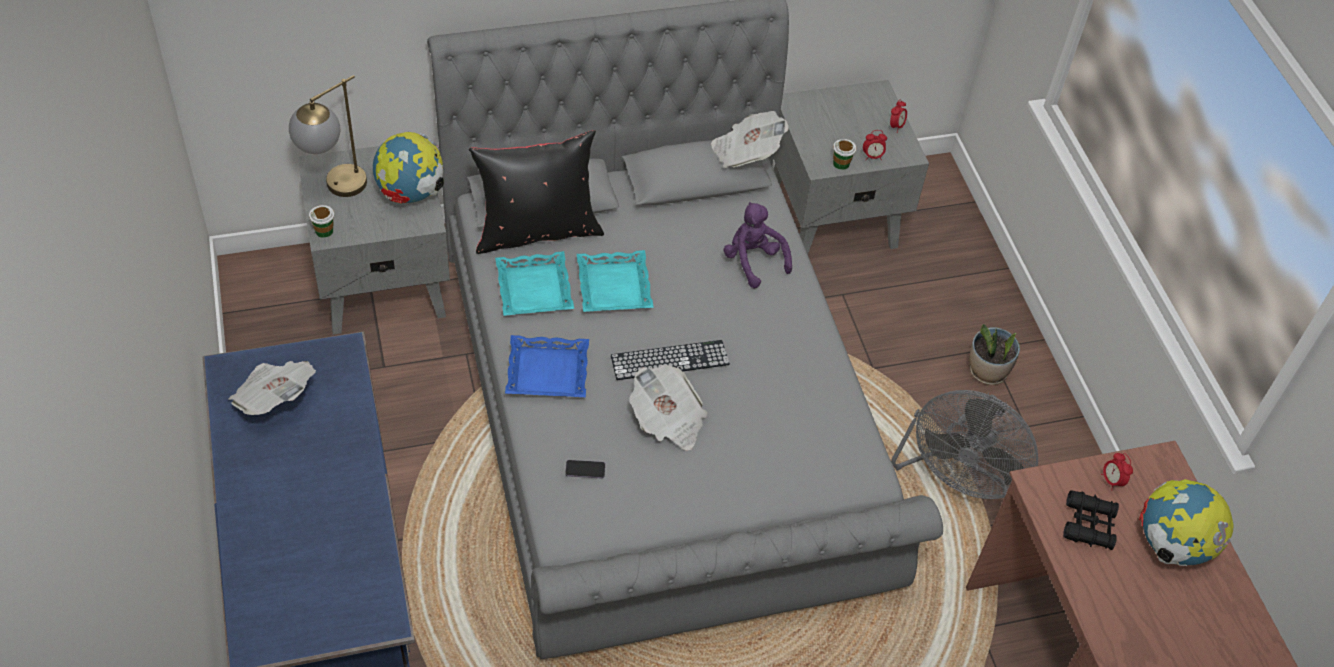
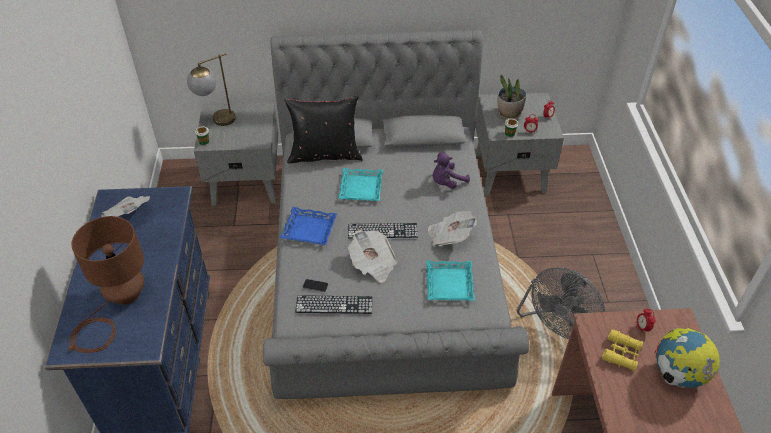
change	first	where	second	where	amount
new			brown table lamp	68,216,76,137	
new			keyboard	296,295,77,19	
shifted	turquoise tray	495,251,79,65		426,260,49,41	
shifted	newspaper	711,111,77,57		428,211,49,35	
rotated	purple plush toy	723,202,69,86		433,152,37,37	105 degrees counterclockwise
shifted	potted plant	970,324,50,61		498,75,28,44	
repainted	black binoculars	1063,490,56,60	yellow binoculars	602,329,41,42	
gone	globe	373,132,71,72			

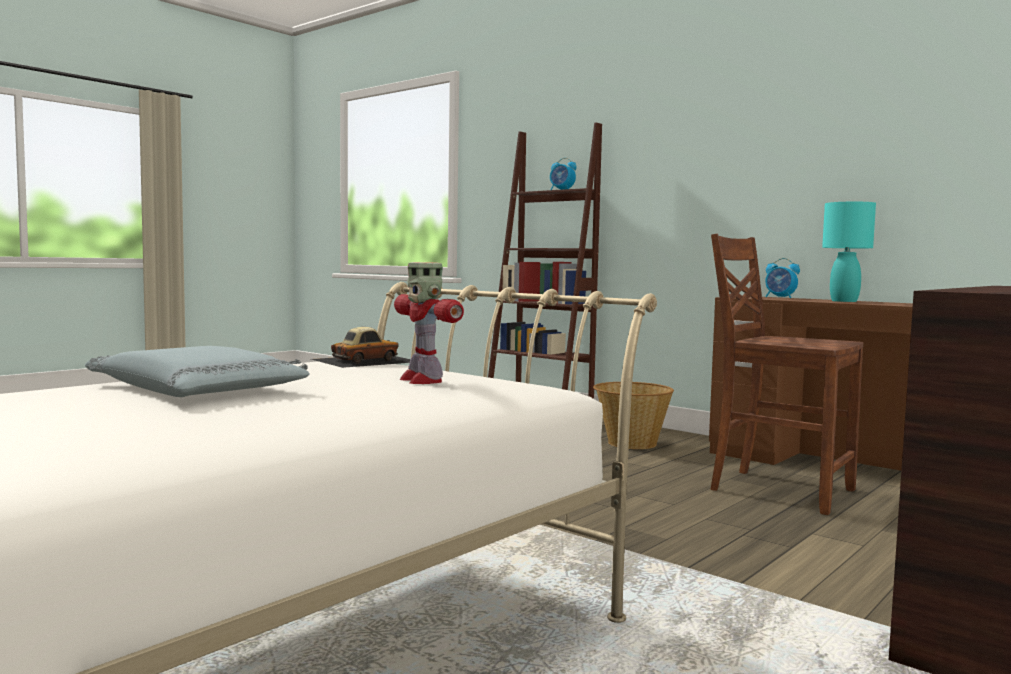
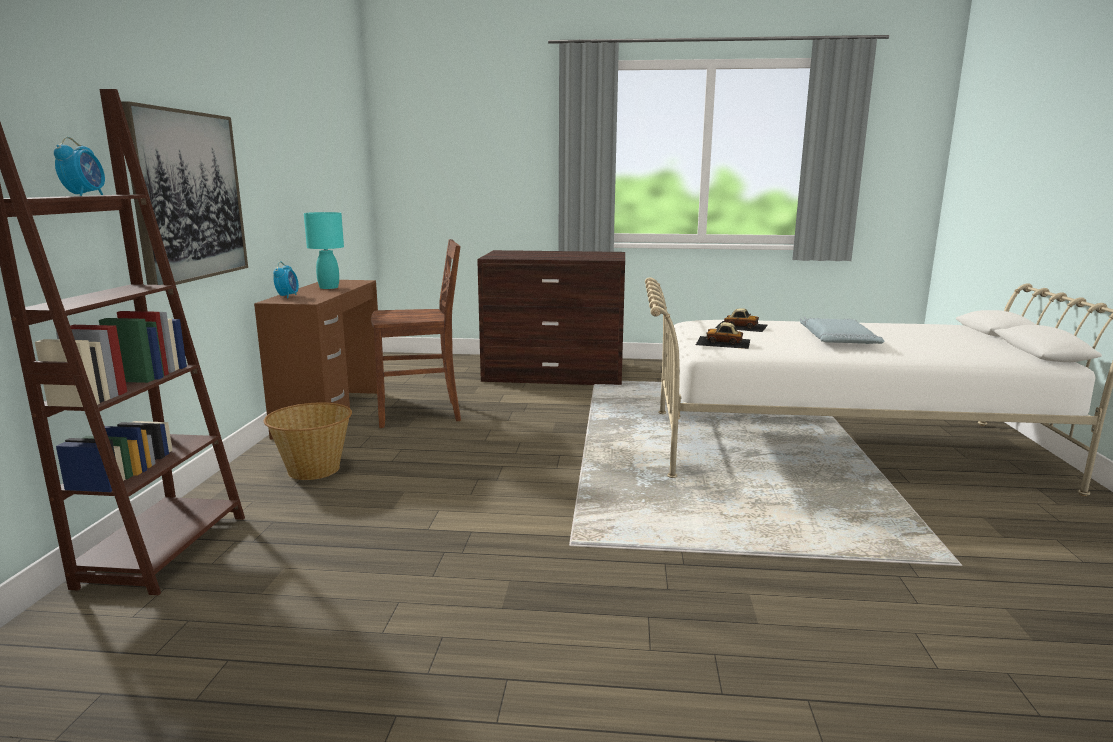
change	first	where	second	where	amount
new			picture	121,101,127,184	
rotated	brown chair	710,234,153,281		371,239,90,189	105 degrees counterclockwise
swapped	toy robot	394,262,70,122	toy car	715,308,53,24	

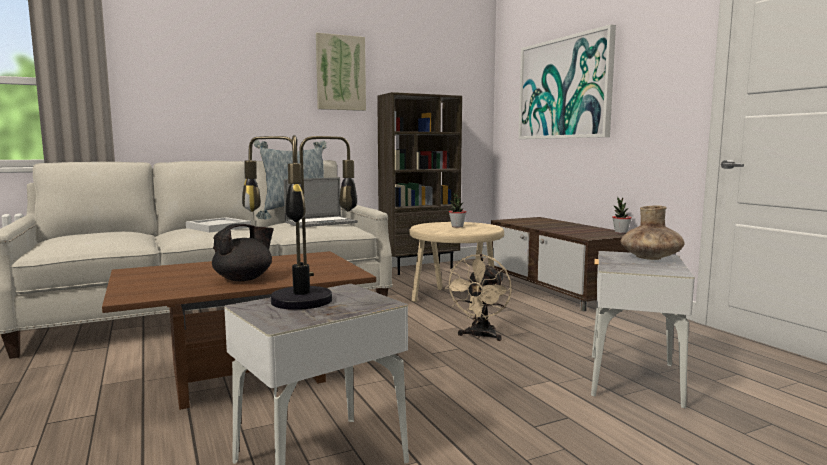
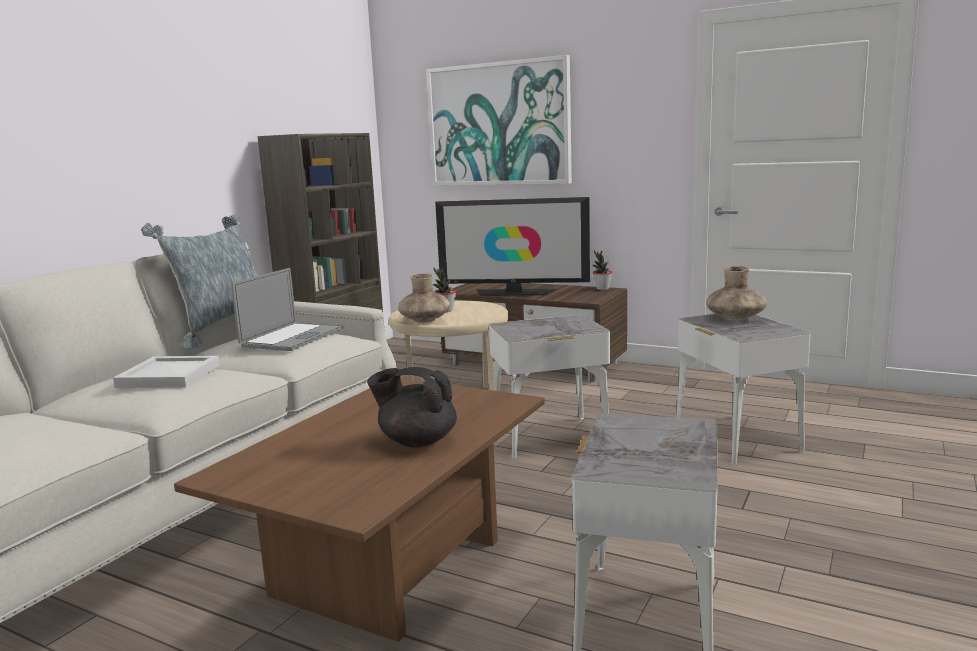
change	first	where	second	where	amount
rotated	black teapot	212,224,62,57		367,367,90,81	90 degrees counterclockwise
new			brown vase	398,273,52,50	
new			television	435,197,155,99	
swapped	beige fan	445,254,67,87	side table	489,315,121,143	
gone	table lamp	242,135,115,175			
gone	picture	316,33,50,78			

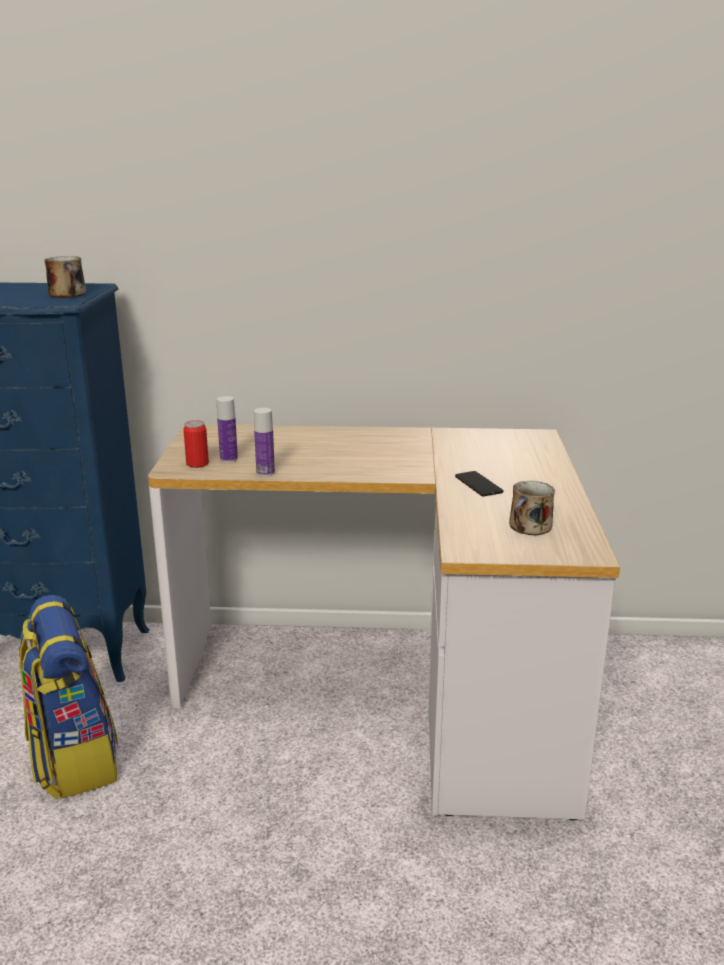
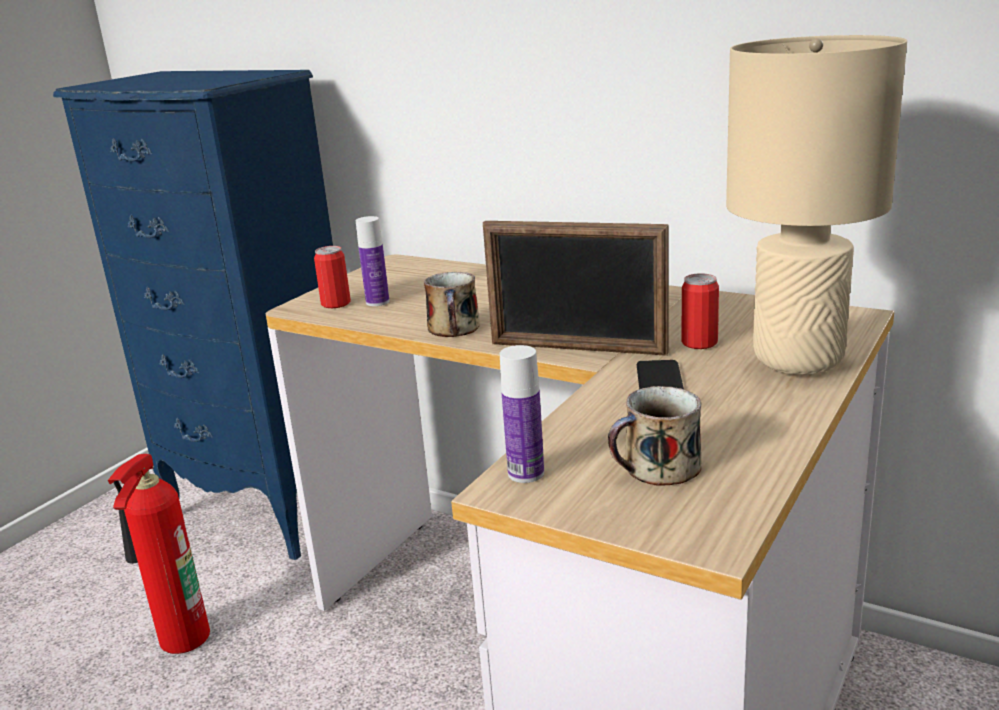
change	first	where	second	where	amount
swapped	backpack	19,595,99,204	fire extinguisher	108,454,102,200	
shifted	mug	44,256,42,42		424,272,56,65	
new			picture frame	483,221,186,135	
shifted	bottle	254,408,21,69		500,345,44,138	
new			can	681,273,38,76	
new			beige table lamp	726,35,181,340	

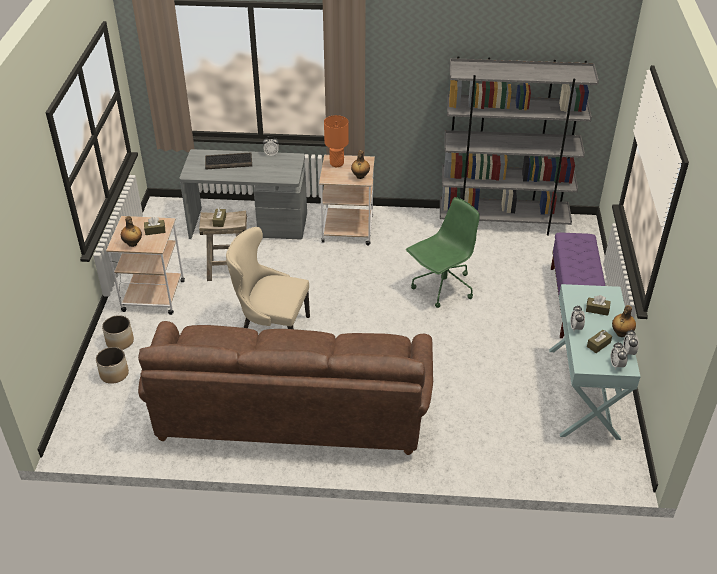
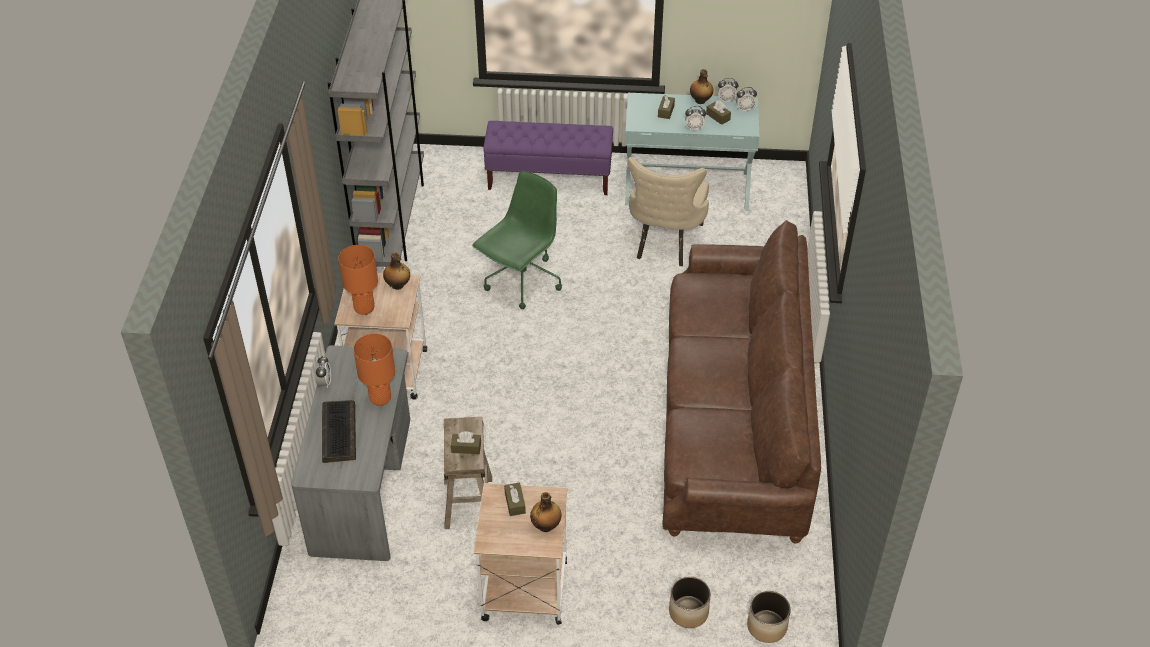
change	first	where	second	where	amount
new			orange table lamp	353,334,42,72	
rotated	green office chair	406,197,74,111		472,171,90,138	75 degrees clockwise
shifted	beige chair	226,227,84,102		628,157,81,109	
shifted	planter	102,315,32,35		747,591,44,52	

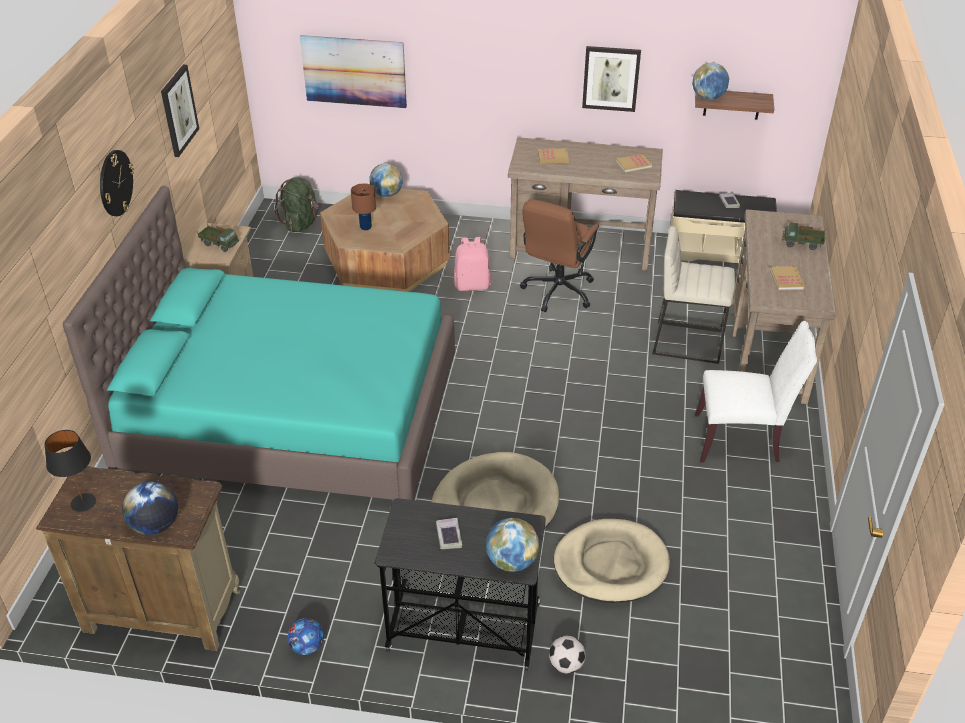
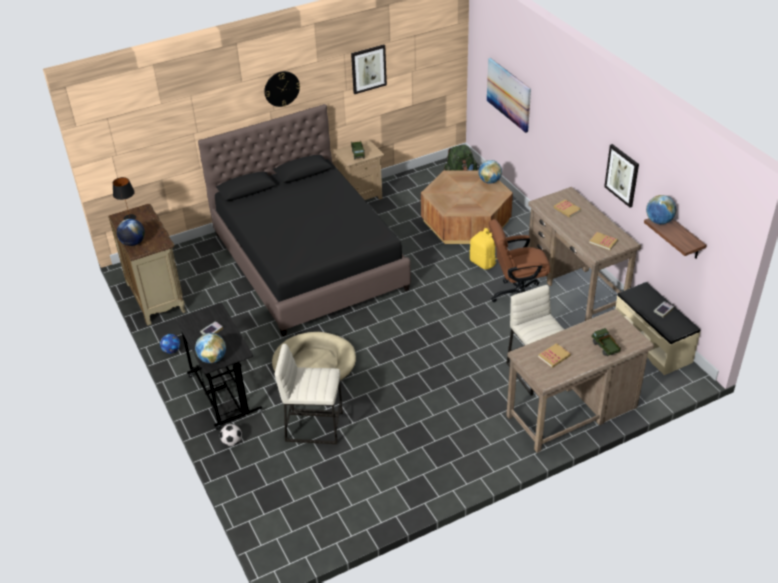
change	first	where	second	where	amount
repainted	turquoise bed	63,186,392,314	black bed	198,104,213,232	
swapped	beige dog bed	554,519,116,84	beige stool	275,344,68,100	
repainted	pink backpack	454,237,37,54	yellow backpack	470,228,27,42	
gone	brown table lamp	351,183,25,47			
gone	white chair	695,321,122,142			

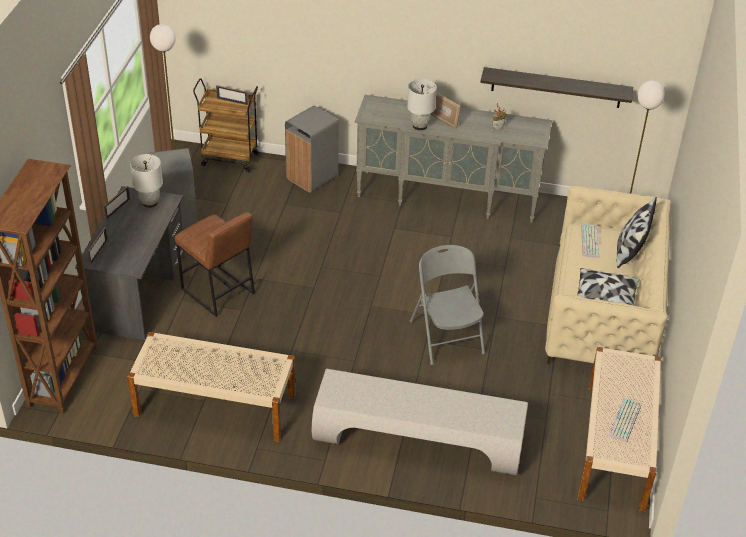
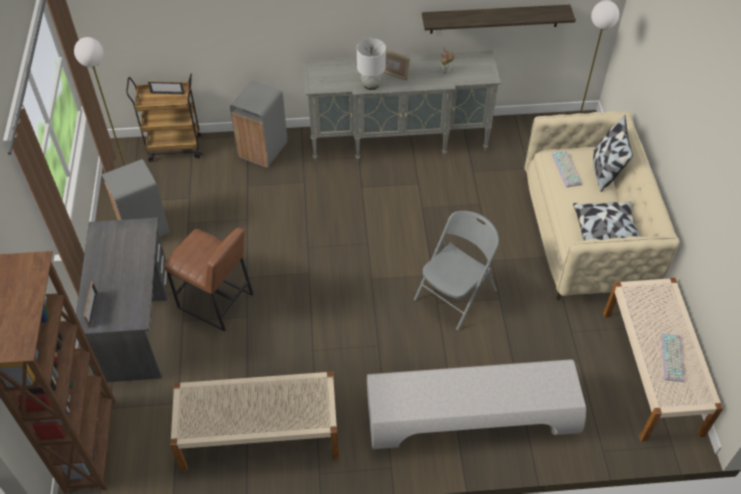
change	first	where	second	where	amount
rotated	grey chair	410,245,75,120		414,211,85,120	75 degrees clockwise
gone	picture frame	104,186,26,34			
gone	white table lamp	130,154,33,54			

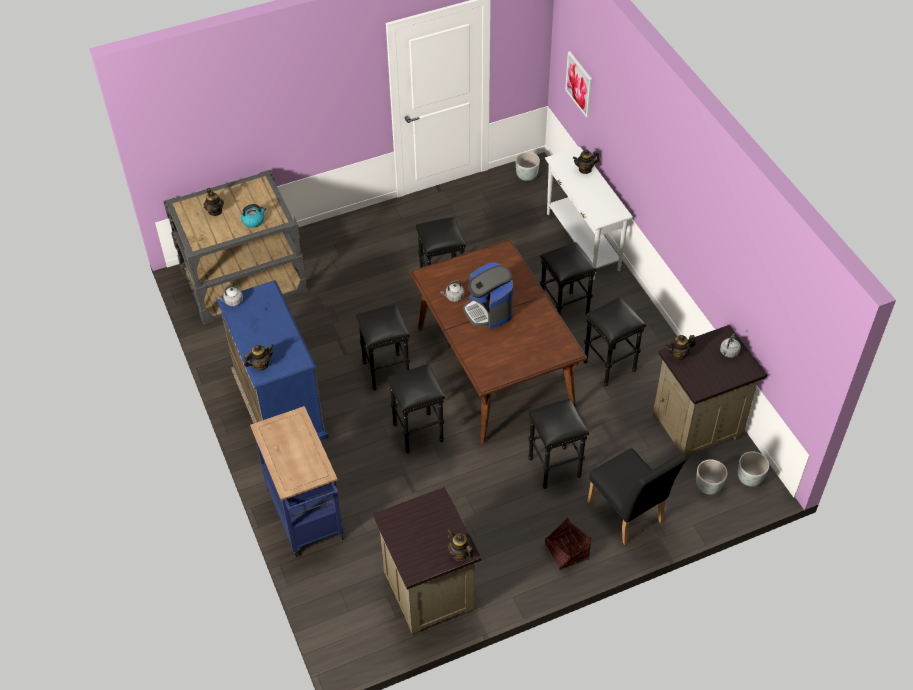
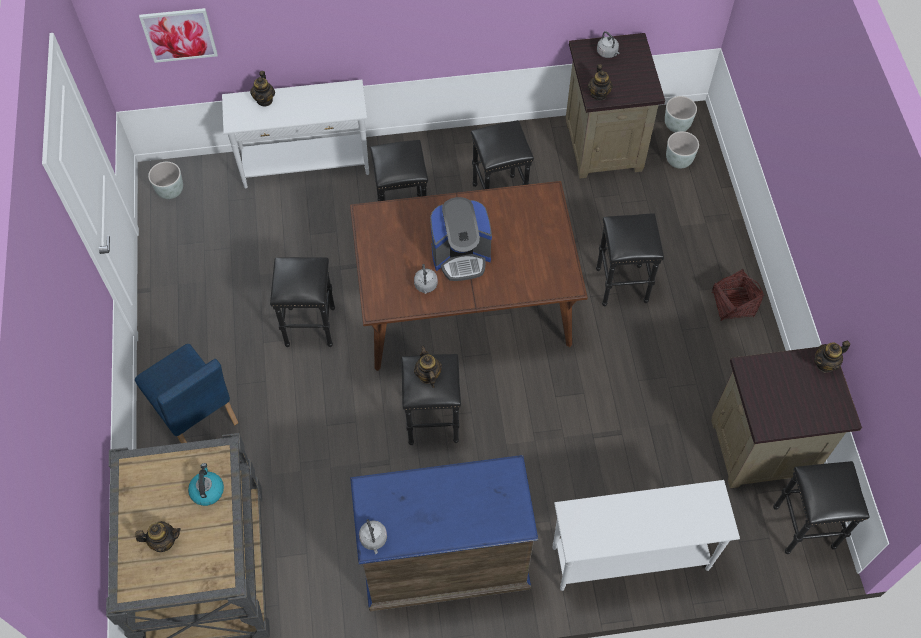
change	first	where	second	where	amount
new			blue chair	135,344,103,99	
shifted	teapot	244,344,30,26		414,346,28,42	
swapped	blue cart	250,406,94,151	white console table	552,480,188,111	
shifted	black stool	387,364,58,89		773,461,97,93	
gone	black chair	587,448,100,97			

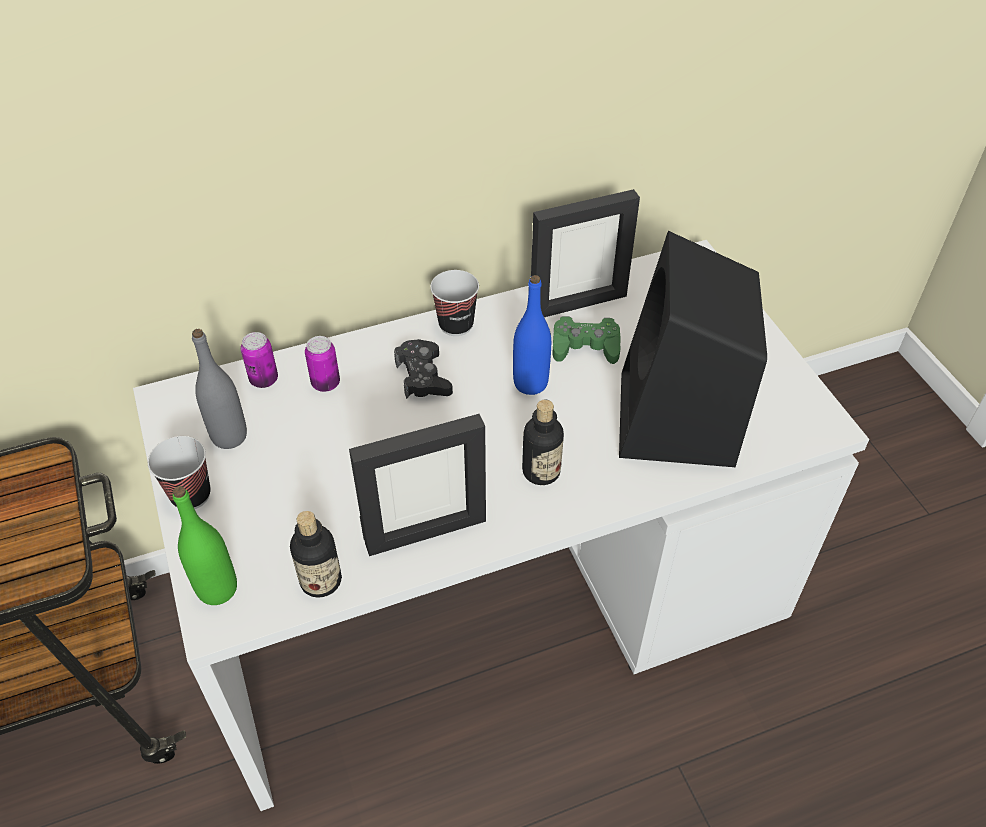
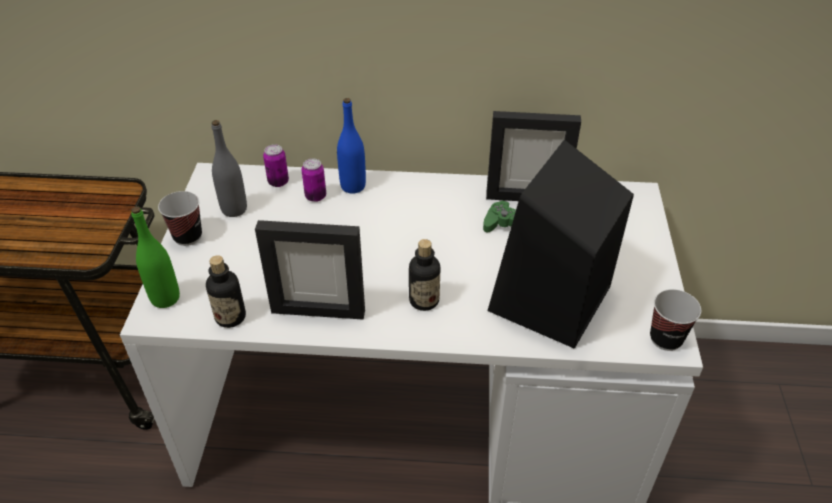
change	first	where	second	where	amount
shifted	blue bottle	513,275,38,120		337,98,29,96	
shifted	cup	430,270,49,66		650,289,51,62	
gone	black game controller	394,339,59,60			

